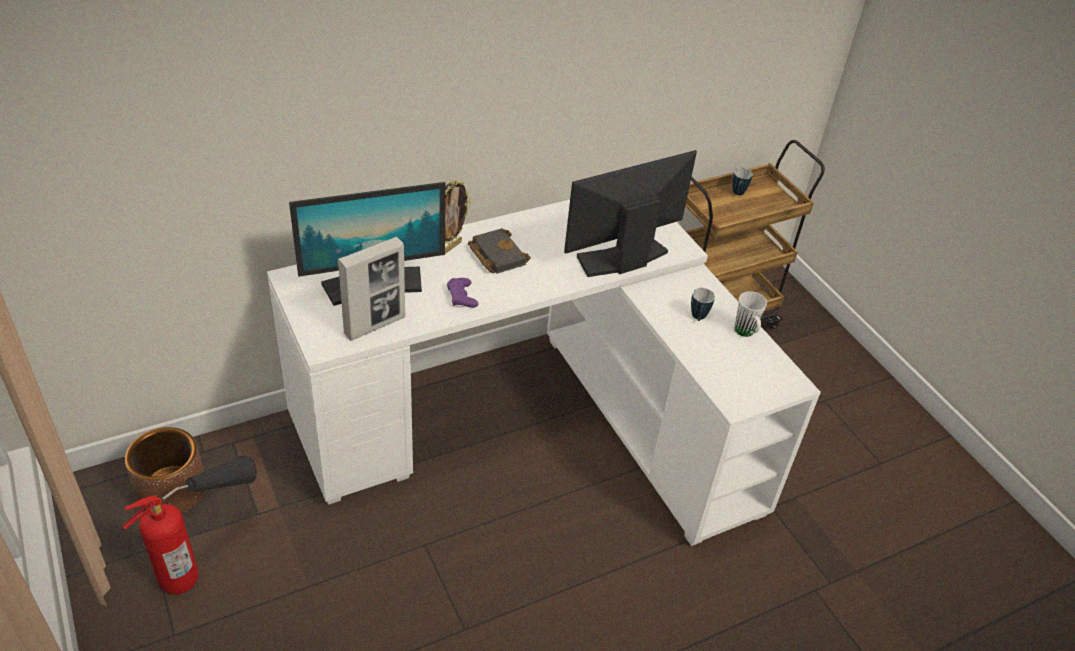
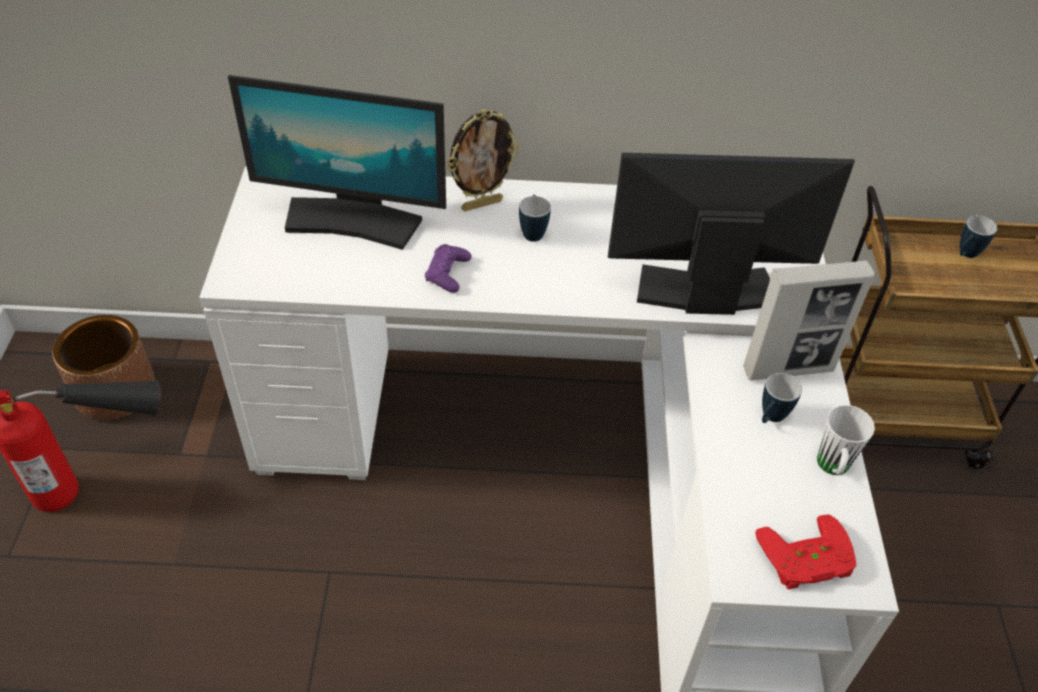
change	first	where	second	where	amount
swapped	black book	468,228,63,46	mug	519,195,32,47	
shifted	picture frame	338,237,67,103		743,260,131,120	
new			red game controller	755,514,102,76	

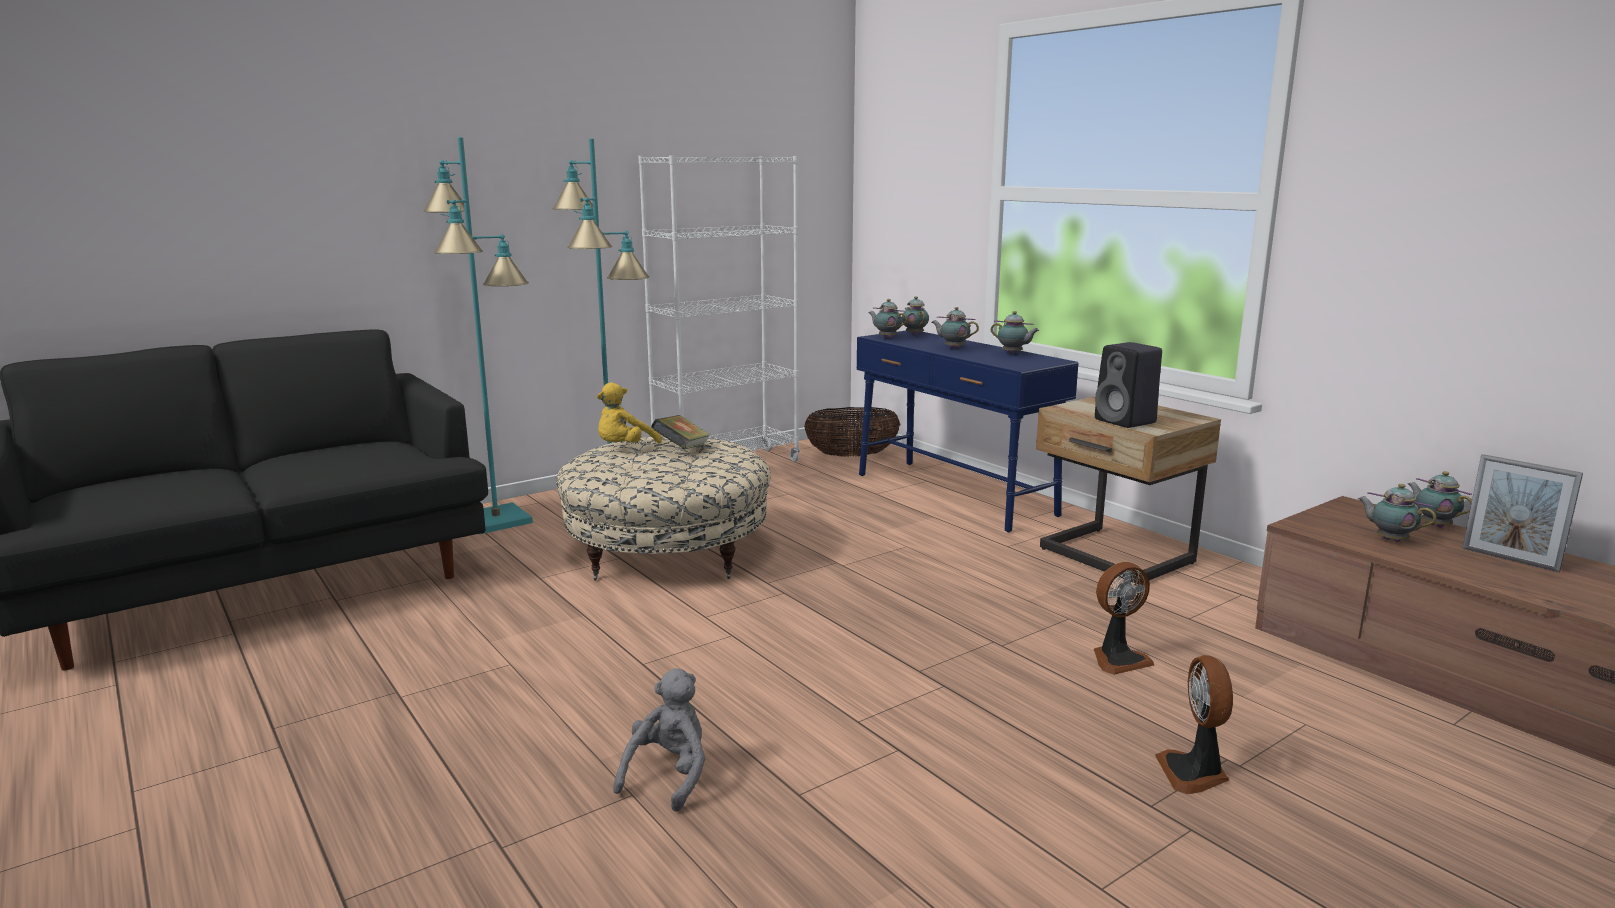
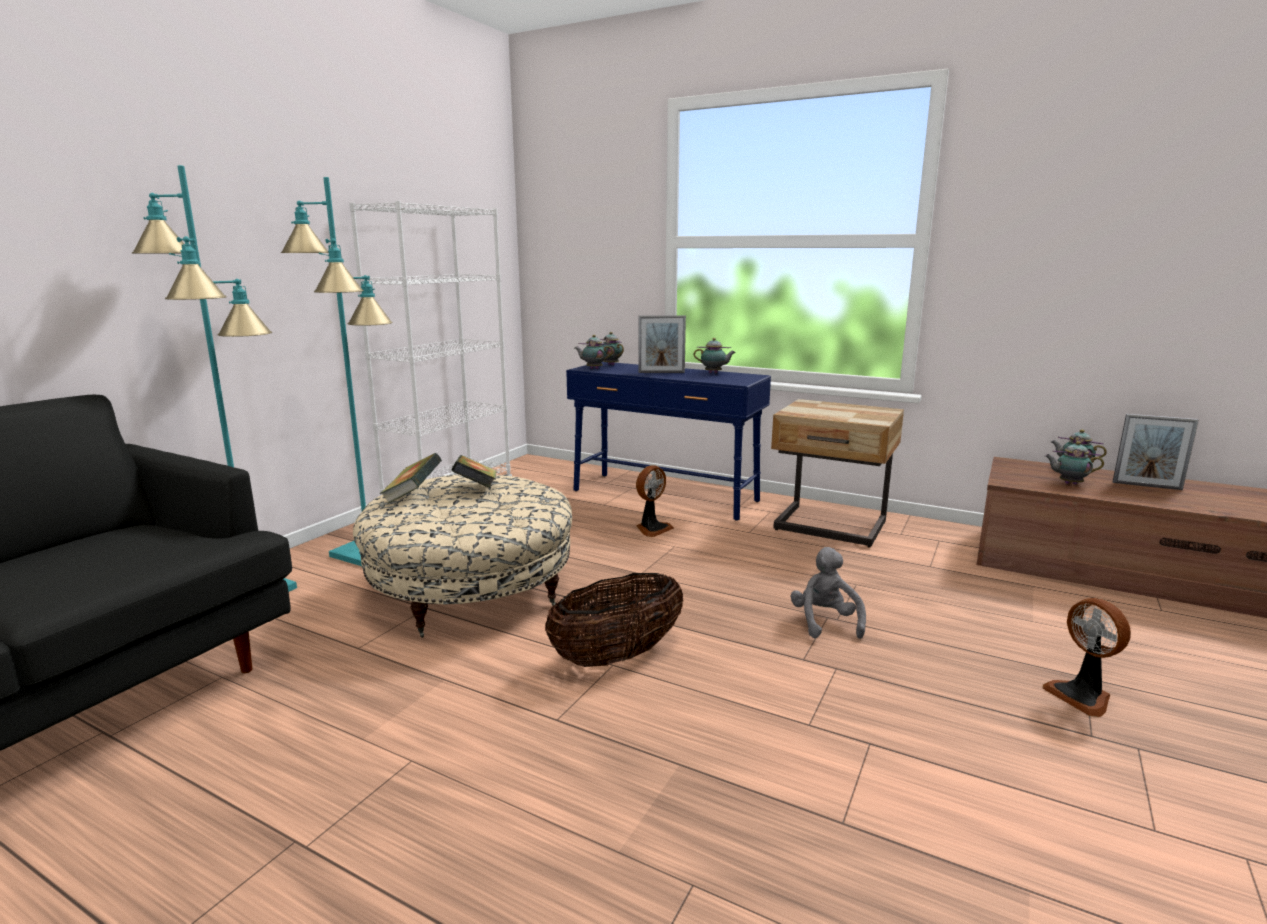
change	first	where	second	where	amount
swapped	yellow plush toy	597,383,65,61	book	380,453,62,50	
shifted	basket	804,407,96,50		545,573,138,94	
shifted	fan	1094,562,60,113		636,465,38,72	
swapped	teapot	932,307,47,42	picture frame	638,316,48,57	
shifted	grey plush toy	613,668,92,144		790,547,76,92	
gone	black speaker	1095,342,67,86			

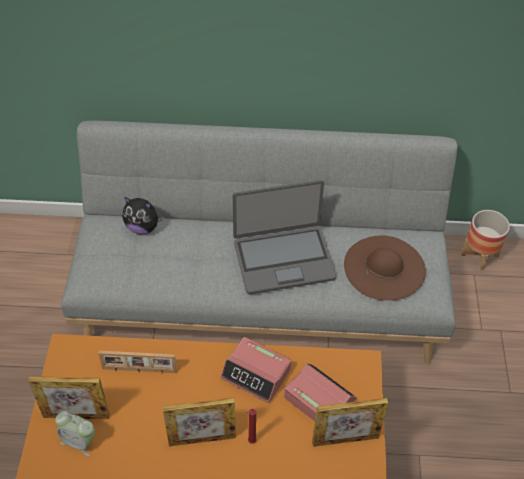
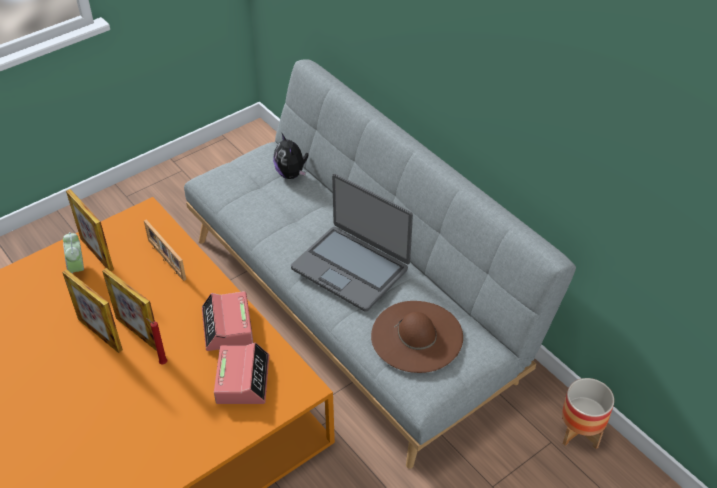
change	first	where	second	where	amount
shifted	picture frame	312,398,76,49		62,269,61,84	

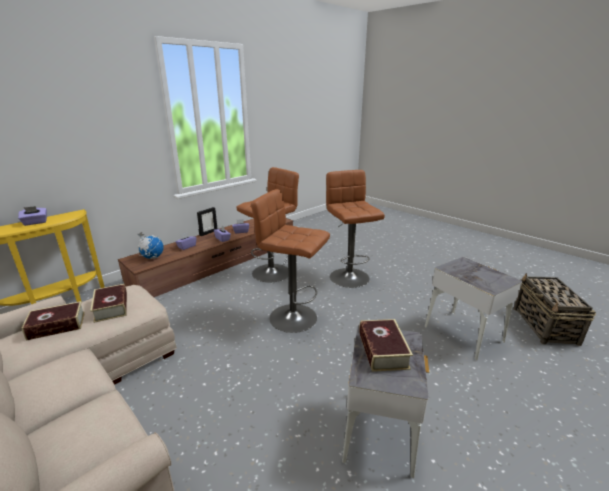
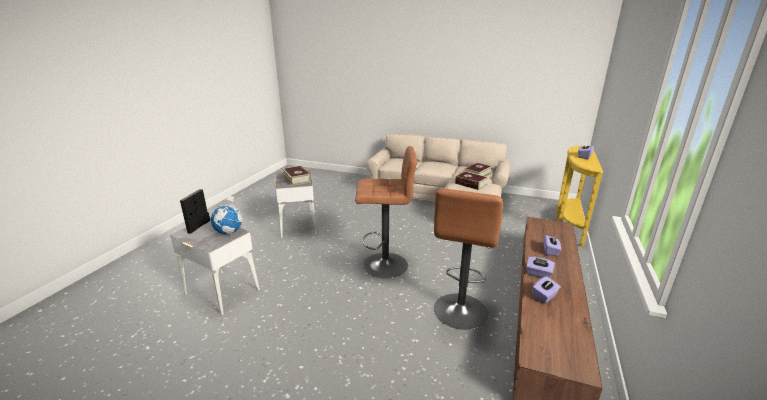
change	first	where	second	where	amount
shifted	picture frame	197,207,20,29		180,189,30,45	
shifted	globe	137,232,27,27		211,195,32,40	
gone	brown stool	326,170,59,118			
gone	basket	513,273,83,73			

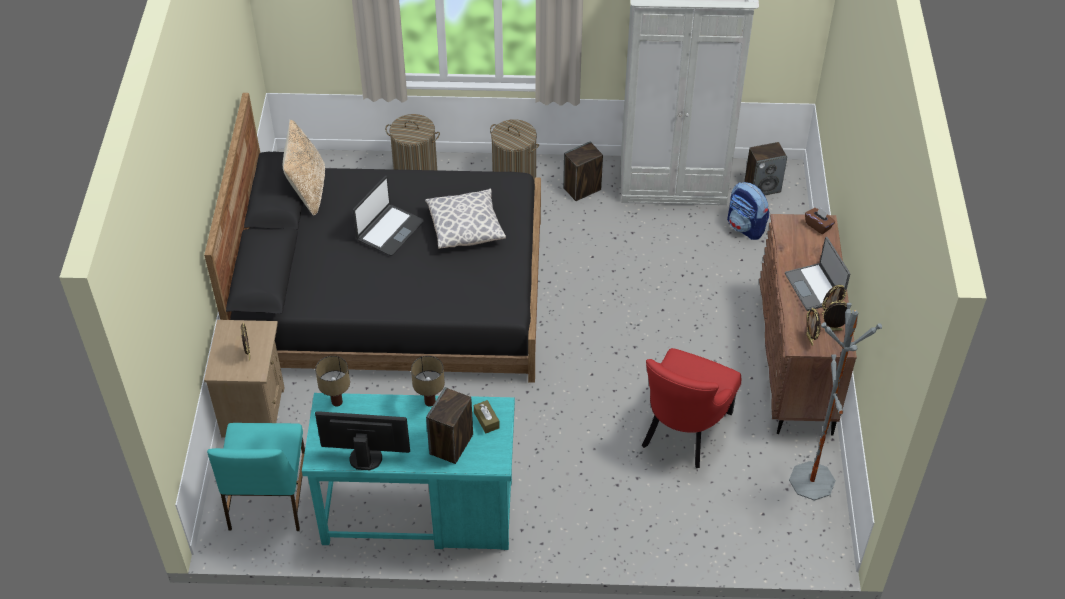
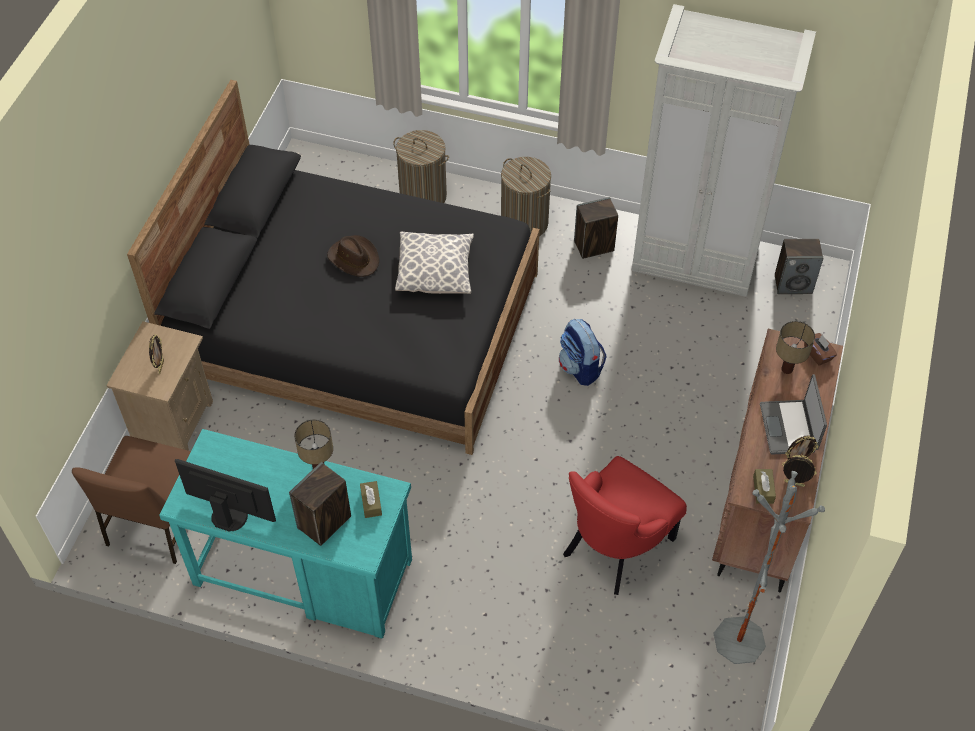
change	first	where	second	where	amount
repainted	turquoise chair	207,423,98,108	brown chair	72,436,119,128	
swapped	laptop	353,176,71,80	brown hat	327,235,52,42	
shifted	backpack	727,182,42,58		559,319,47,67	
swapped	picture frame	806,308,15,38	brown tissue box	753,469,23,35	
shifted	table lamp	315,356,35,51		776,321,39,53	
gone	beige pillow	283,120,42,95			

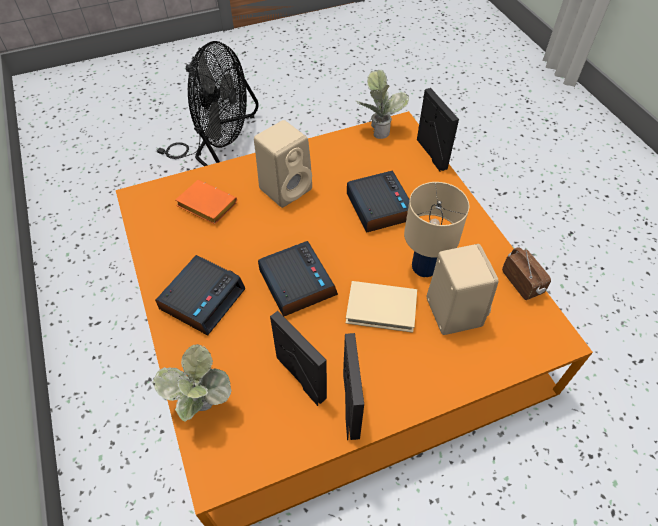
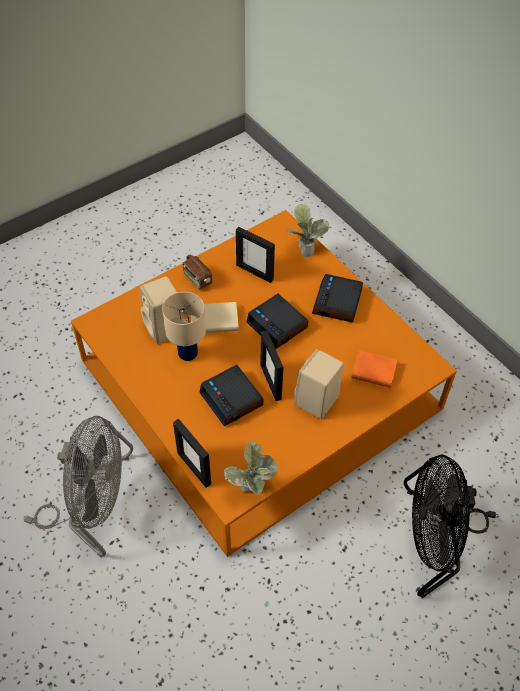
change	first	where	second	where	amount
new			grey fan	23,416,110,142	
shifted	radio	502,247,49,53		183,255,29,35	
shifted	picture frame	343,333,21,107		260,330,23,71	

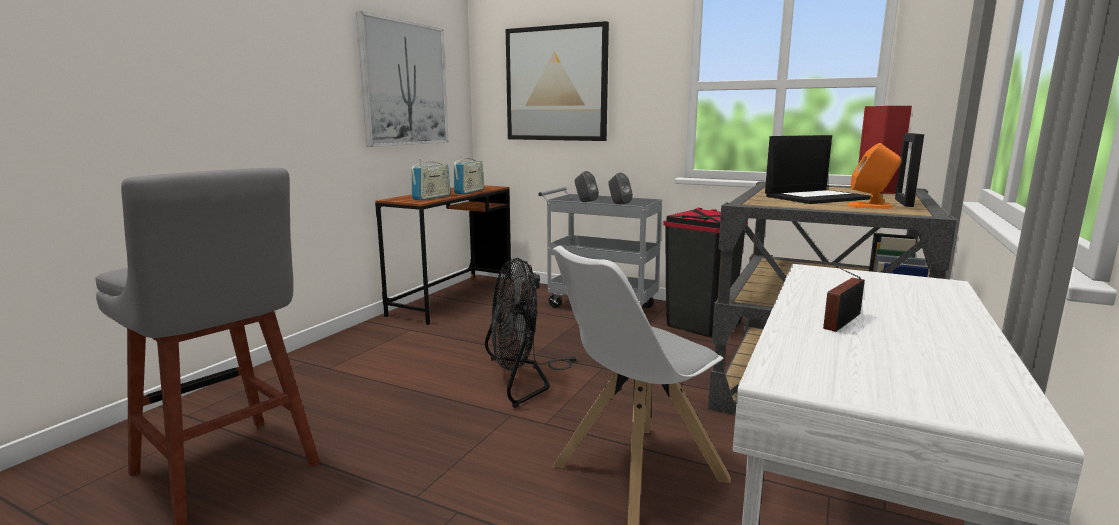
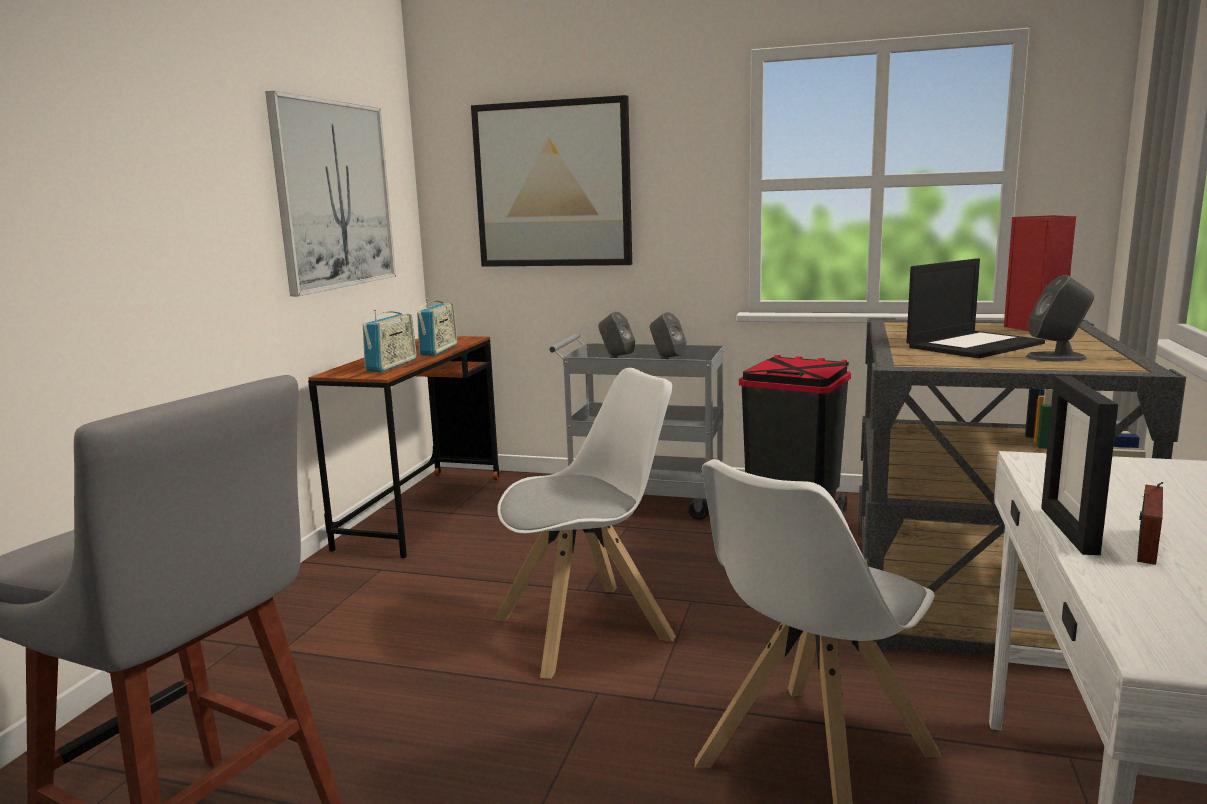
change	first	where	second	where	amount
swapped	black fan	485,258,93,150	chair	494,368,182,311	
repainted	orange speaker	848,143,53,66	grey speaker	1026,275,68,86	
shifted	picture frame	895,133,29,74		1041,376,77,179	

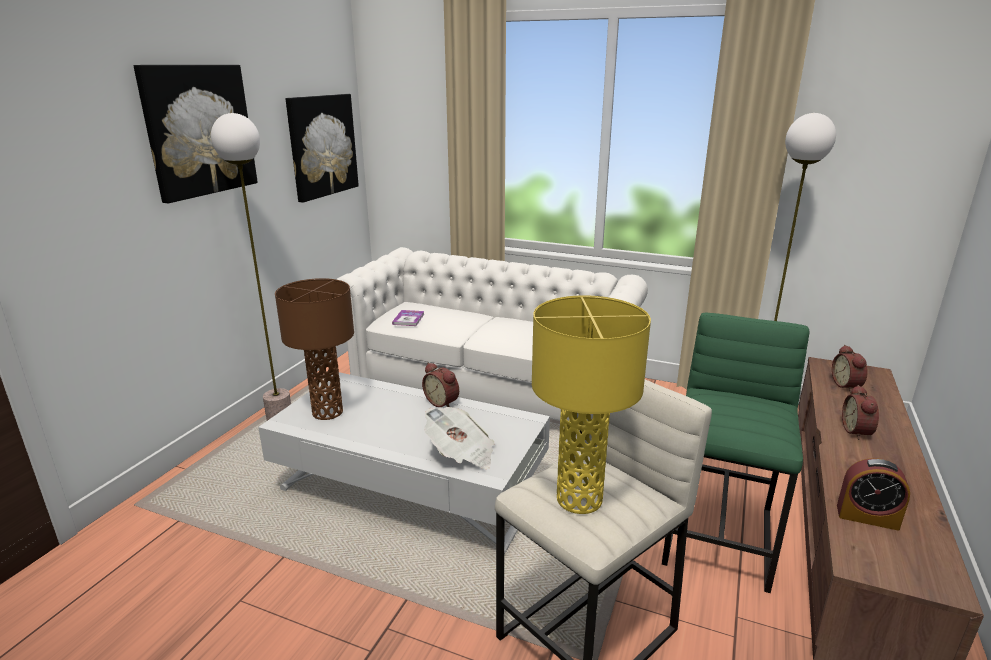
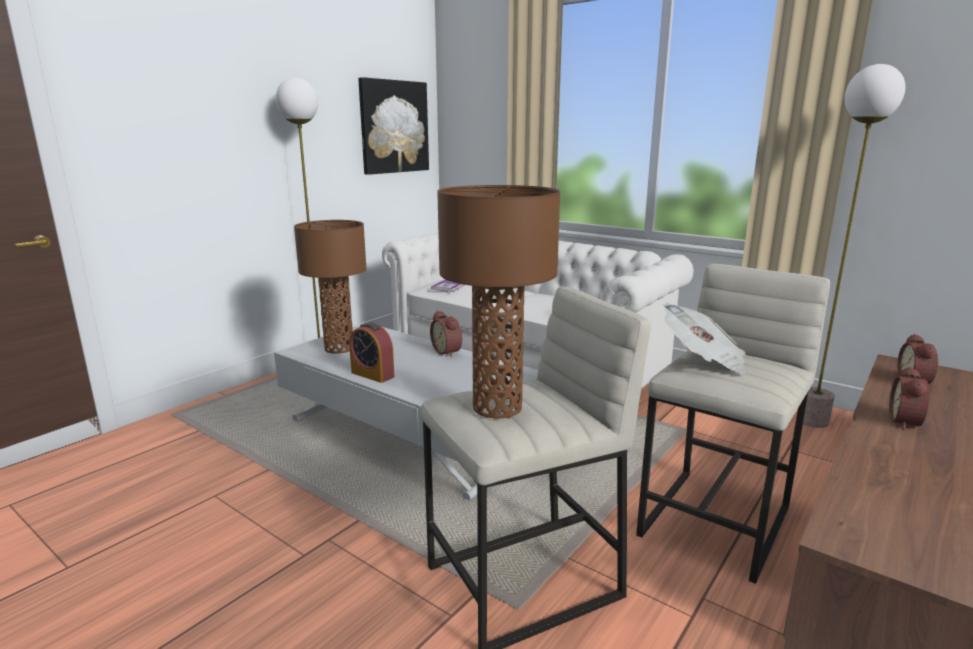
change	first	where	second	where	amount
shifted	alarm clock	837,458,73,73		349,322,46,61	
repainted	yellow table lamp	532,295,119,219	brown table lamp	437,185,123,234	
repainted	green stool	662,313,147,280	beige stool	636,264,194,320	
shifted	newspaper	424,407,70,62		664,303,81,72	
gone	picture	134,65,124,138			

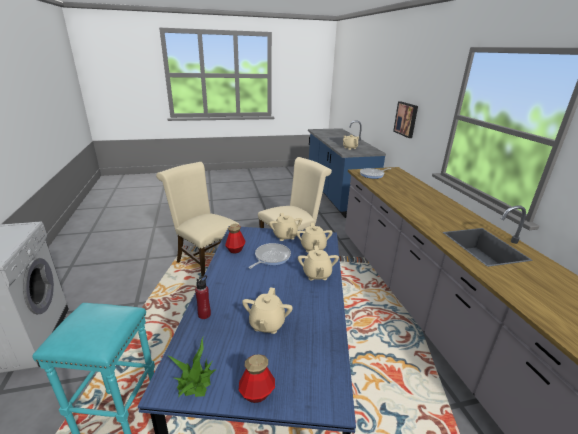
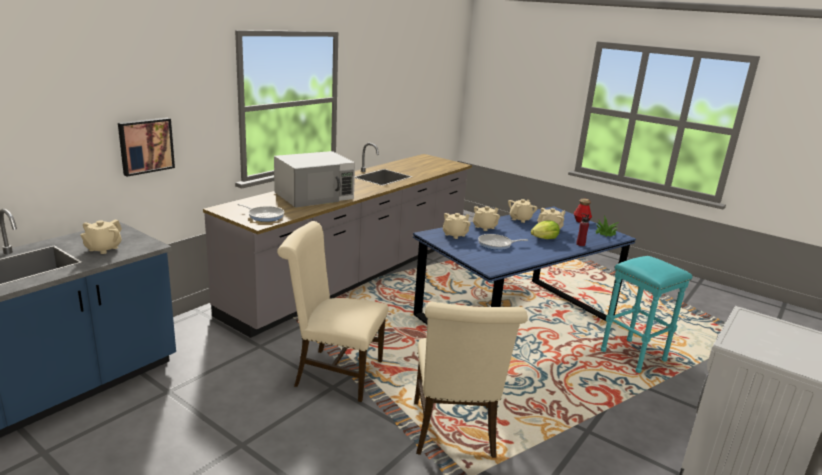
change	first	where	second	where	amount
new			white microwave	274,151,81,57	
shifted	beige teapot	269,213,33,28		508,199,29,24	
new			lettuce	531,221,29,18	
gone	bottle	225,224,20,30			

